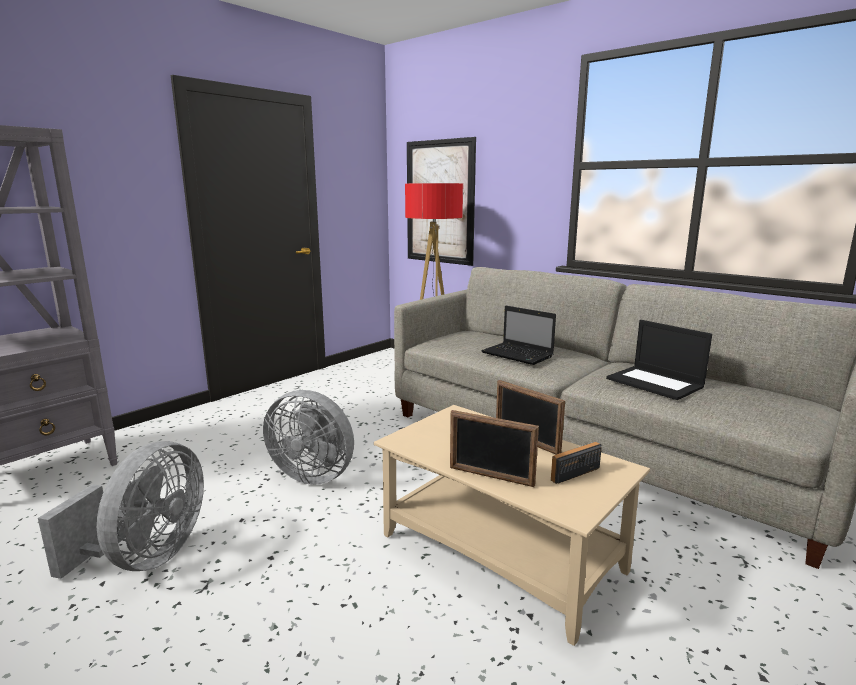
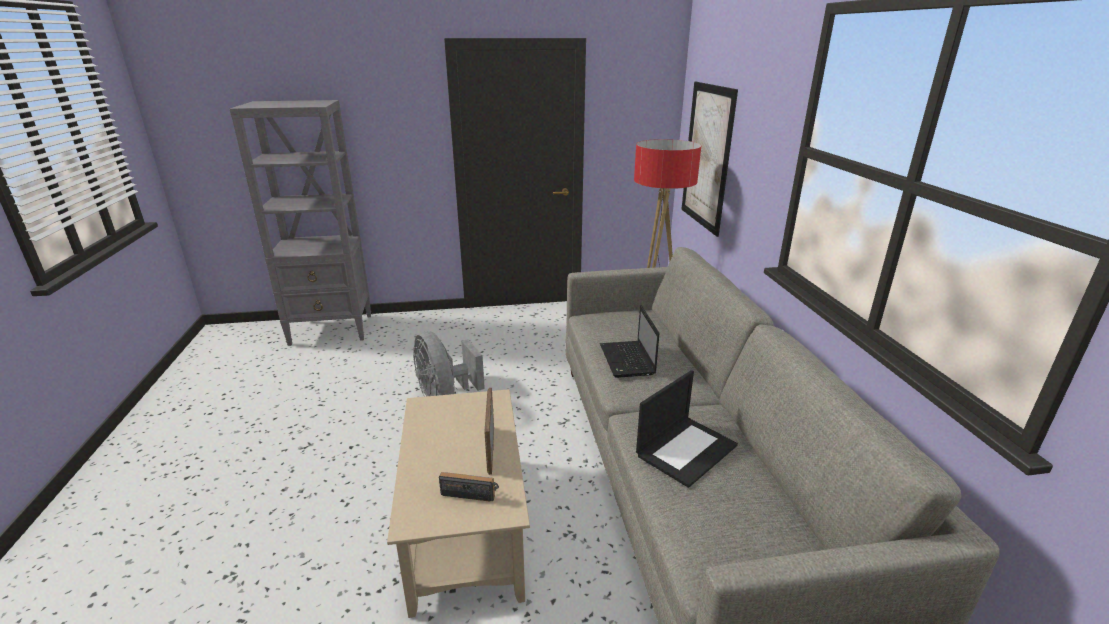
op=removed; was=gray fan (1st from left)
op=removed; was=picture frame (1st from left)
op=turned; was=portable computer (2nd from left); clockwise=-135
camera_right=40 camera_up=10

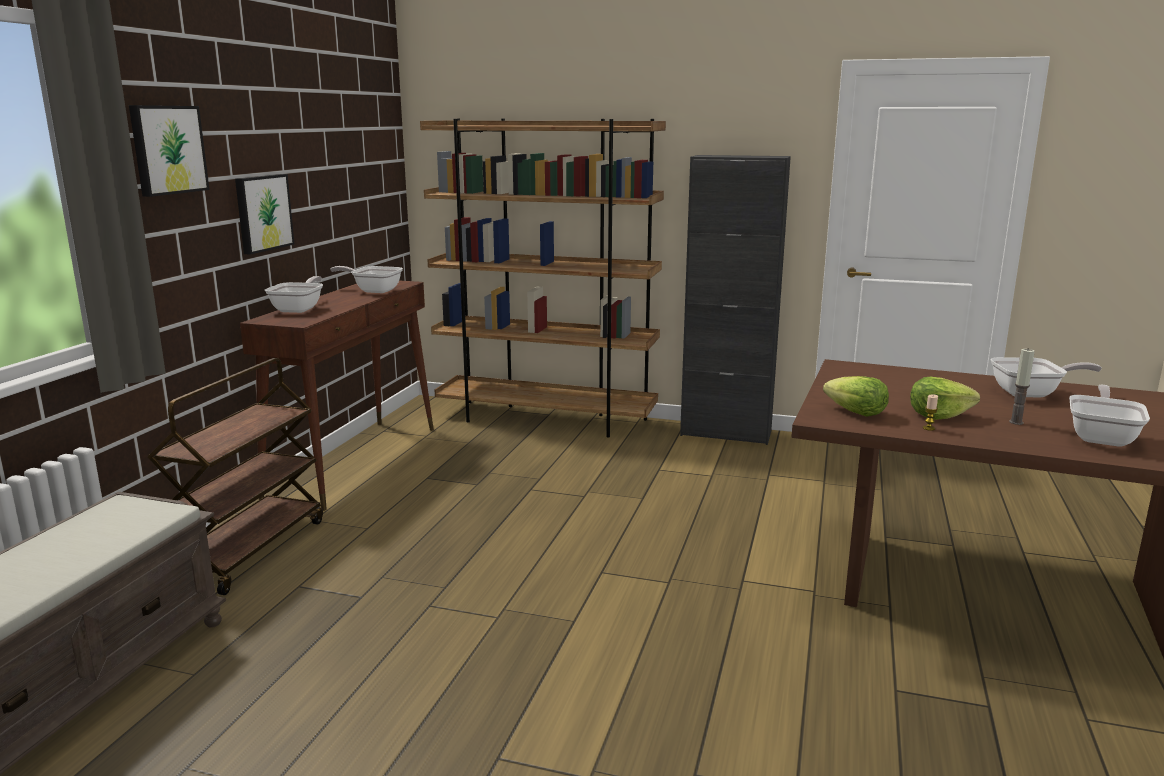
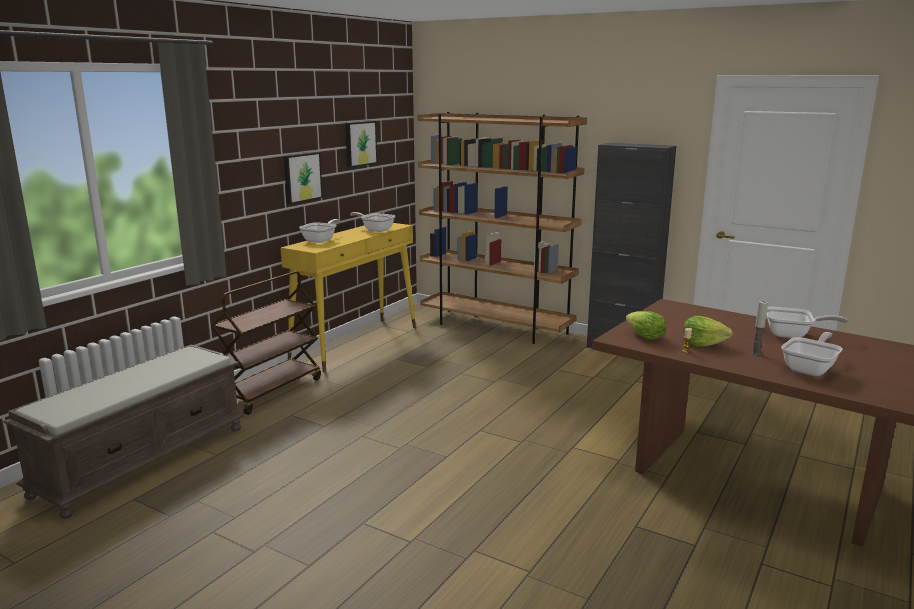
op=moved; was=wall picture (1st from left in the first image); now=wall picture (2nd from left)
op=recoloured; was=brown narrow table; now=yellow-coloured narrow table
camera_right=15 camera_up=0

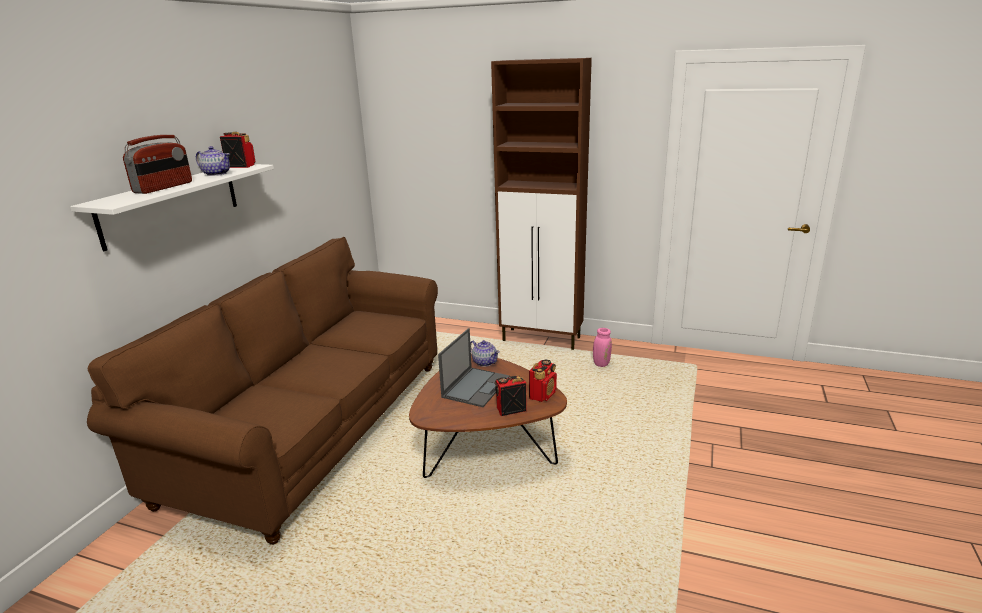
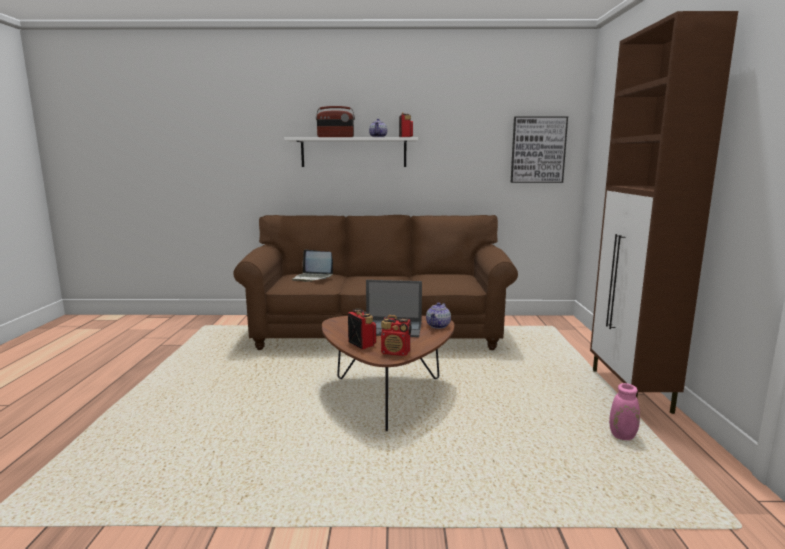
op=added; now=portable computer (1st from left)
op=added; now=wall picture
camera_right=70 camera_up=-10

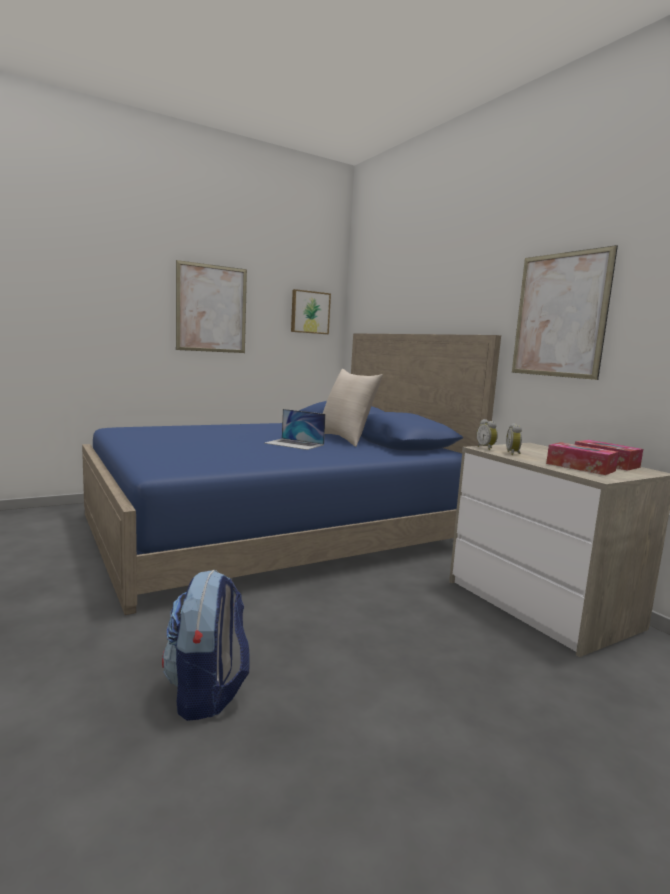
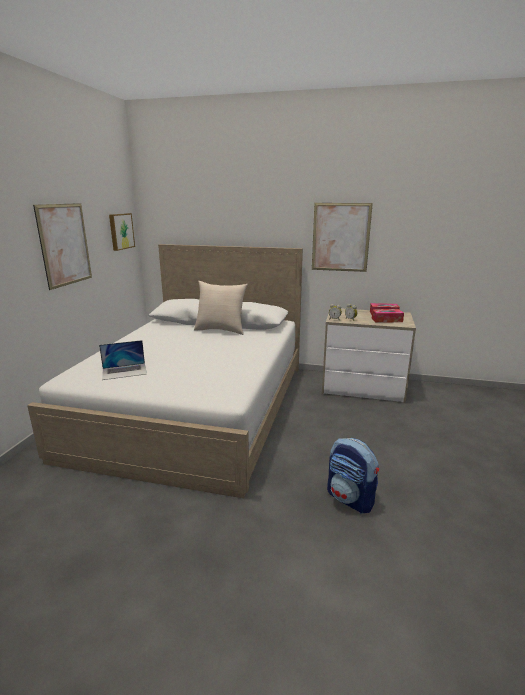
op=moved; was=portable computer
op=recoloured; was=bluish bedroom bed; now=whitish bedroom bed
camera_right=-45 camera_up=10

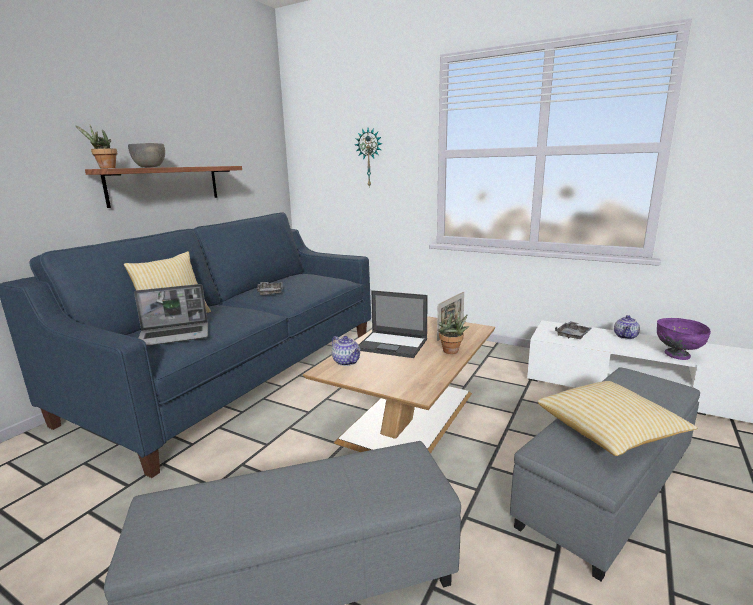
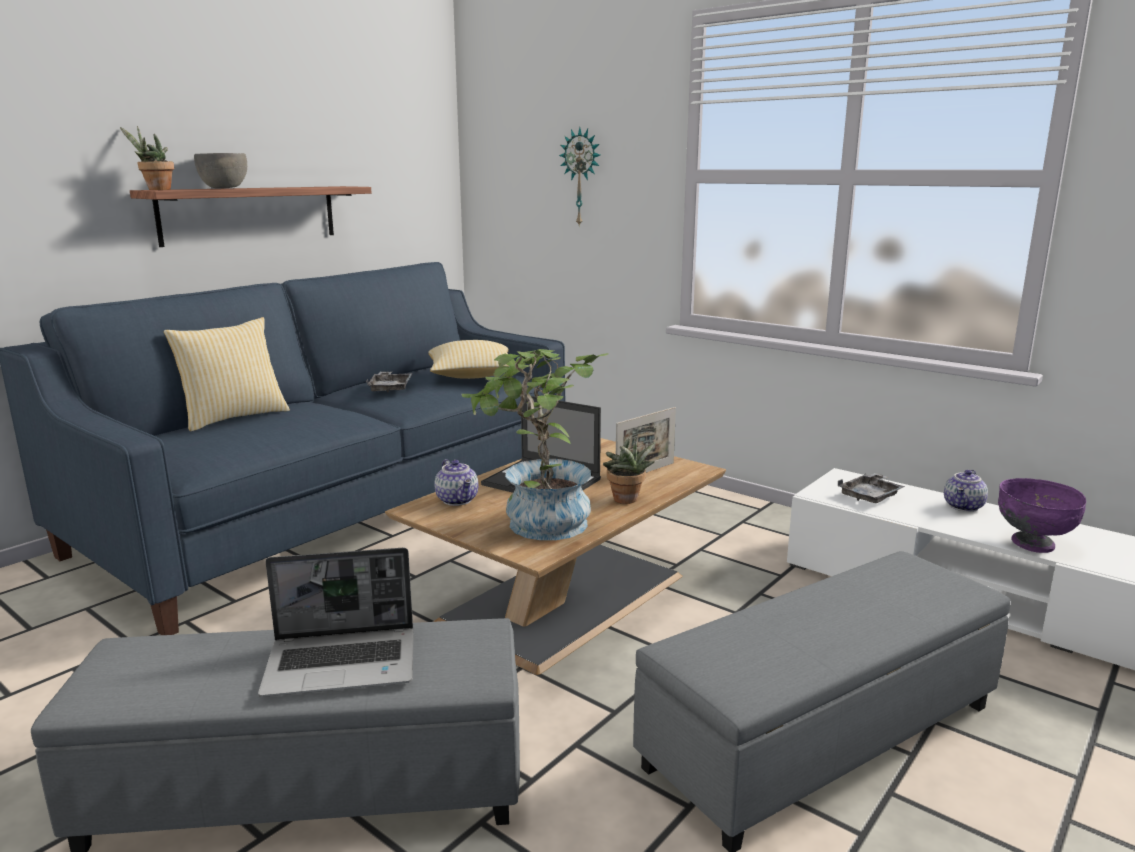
op=added; now=potted plant (2nd from left)
op=moved; was=portable computer (1st from left)
op=moved; was=pillow (2nd from left)
camera_right=10 camera_up=0

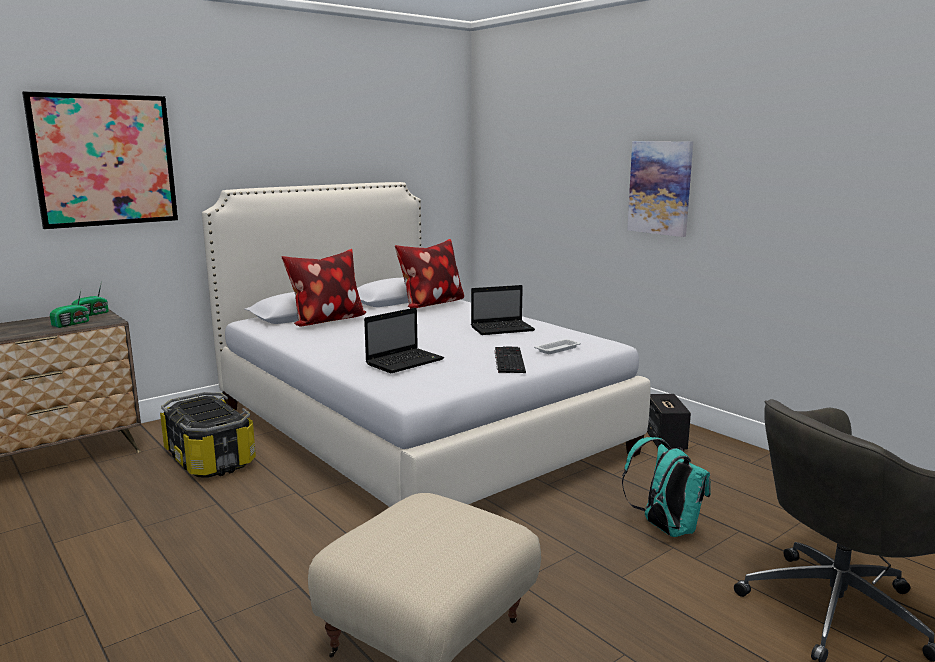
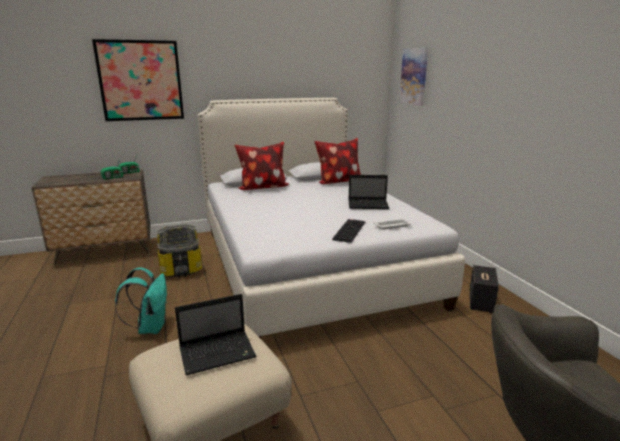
op=moved; was=portable computer (1st from left)
op=moved; was=blue-green knapsack
op=moved; was=wall picture (2nd from left)
camera_right=20 camera_up=5

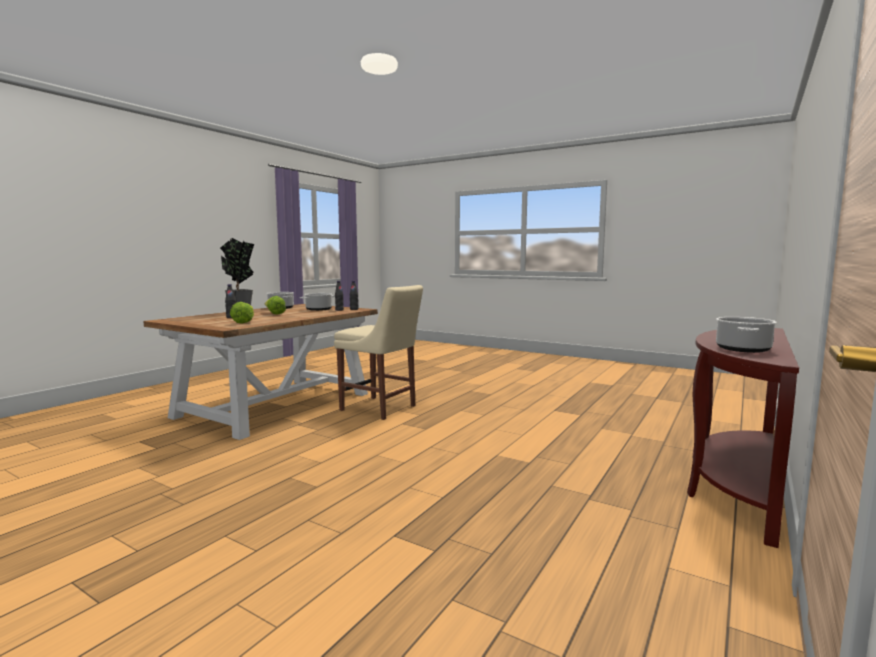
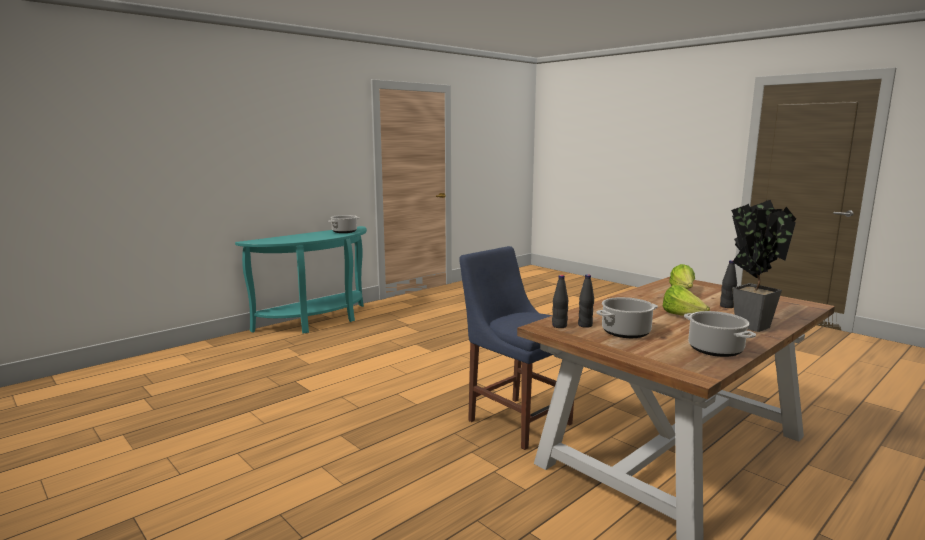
op=recoloured; was=sand-coloured upright chair; now=bluish upright chair
op=recoloured; was=brown narrow table; now=blue-green narrow table
camera_right=-165 camera_up=5

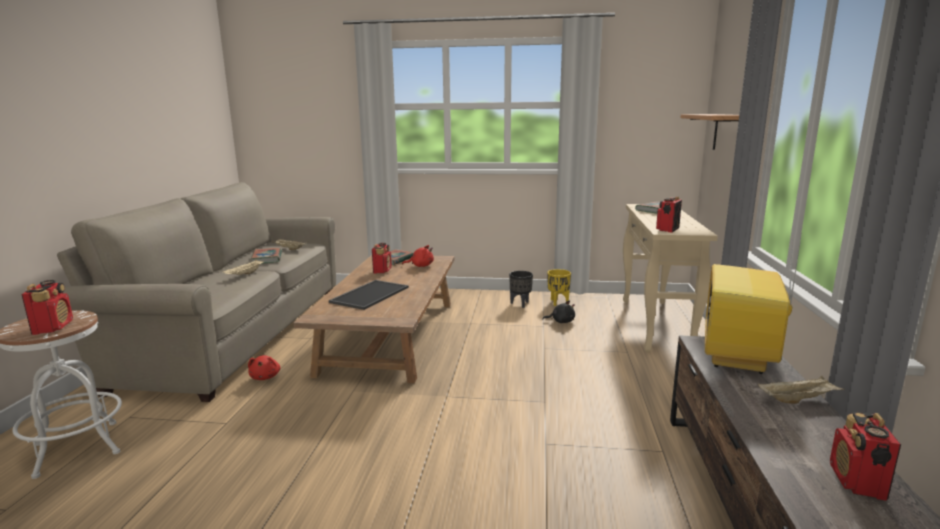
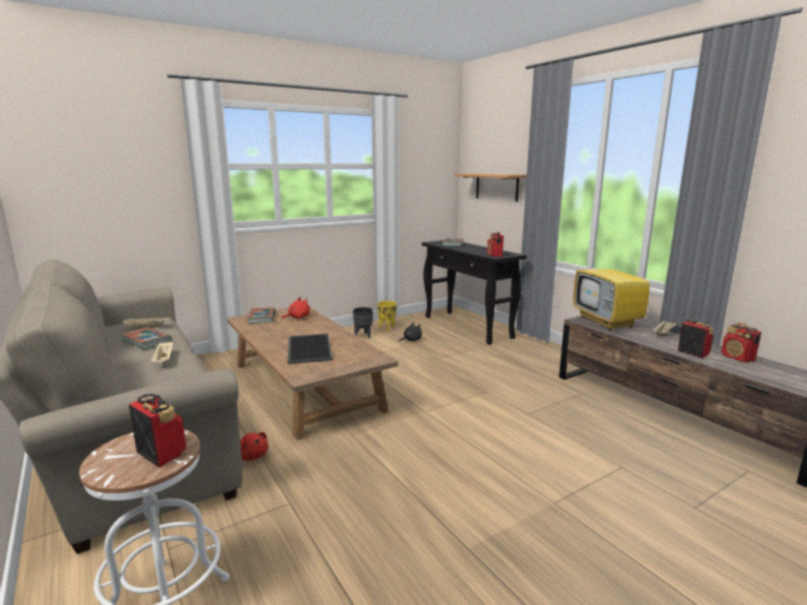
op=moved; was=radio (2nd from left in the first image); now=radio (3rd from left)
op=recoloured; was=sand-coloured narrow table; now=black-coloured narrow table
camera_right=-40 camera_up=0

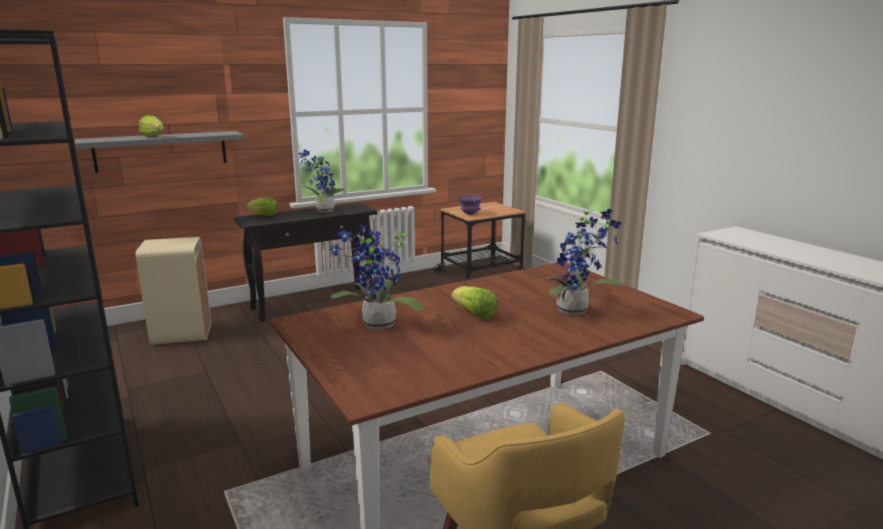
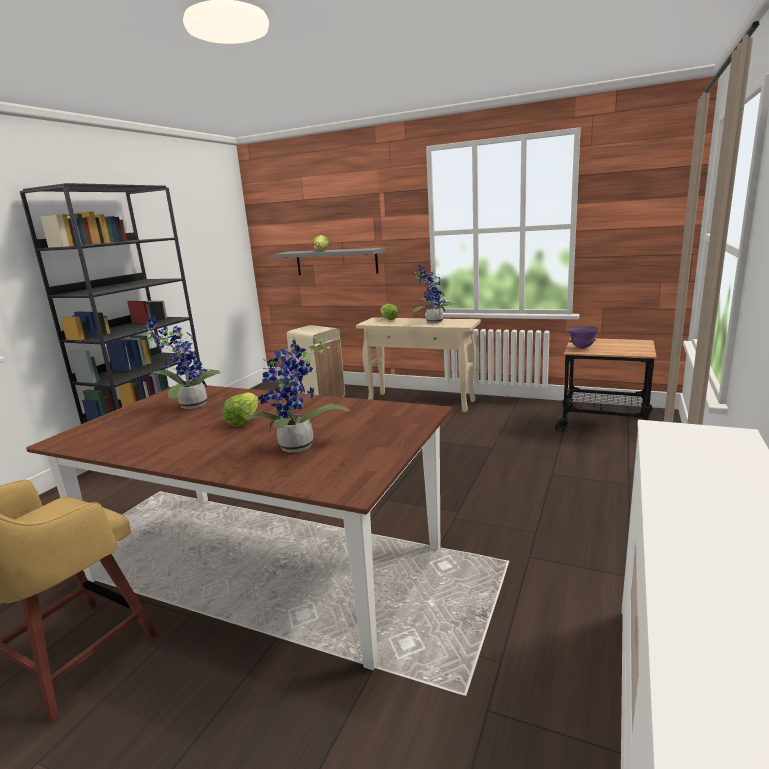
op=recoloured; was=black-coloured narrow table; now=sand-coloured narrow table
camera_right=55 camera_up=0

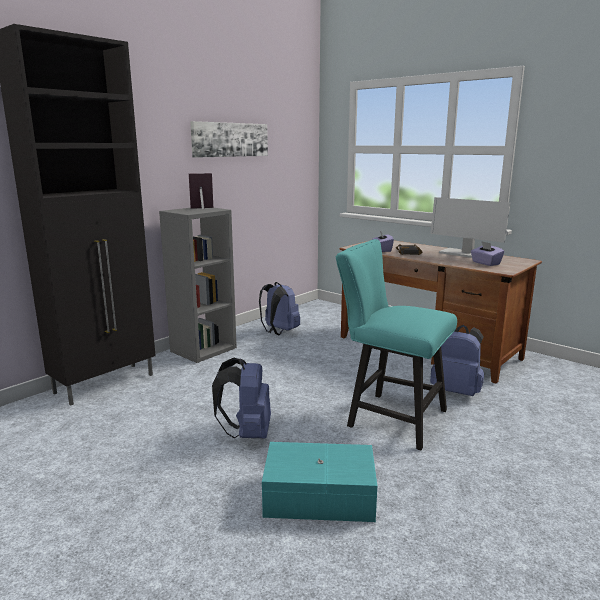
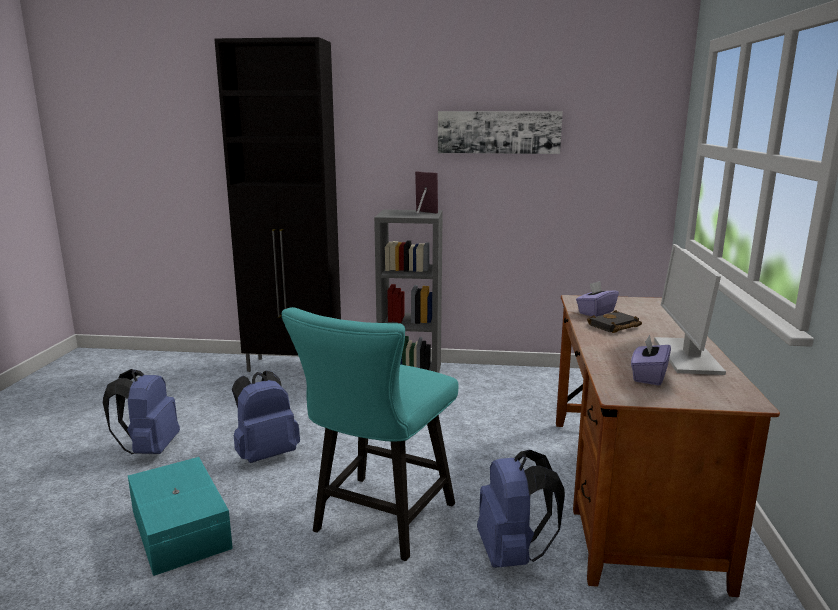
op=moved; was=bluish knapsack (2nd from left in the first image); now=bluish knapsack (1st from left)
op=turned; was=blue-green upright chair; clockwise=-150
camera_right=55 camera_up=0

